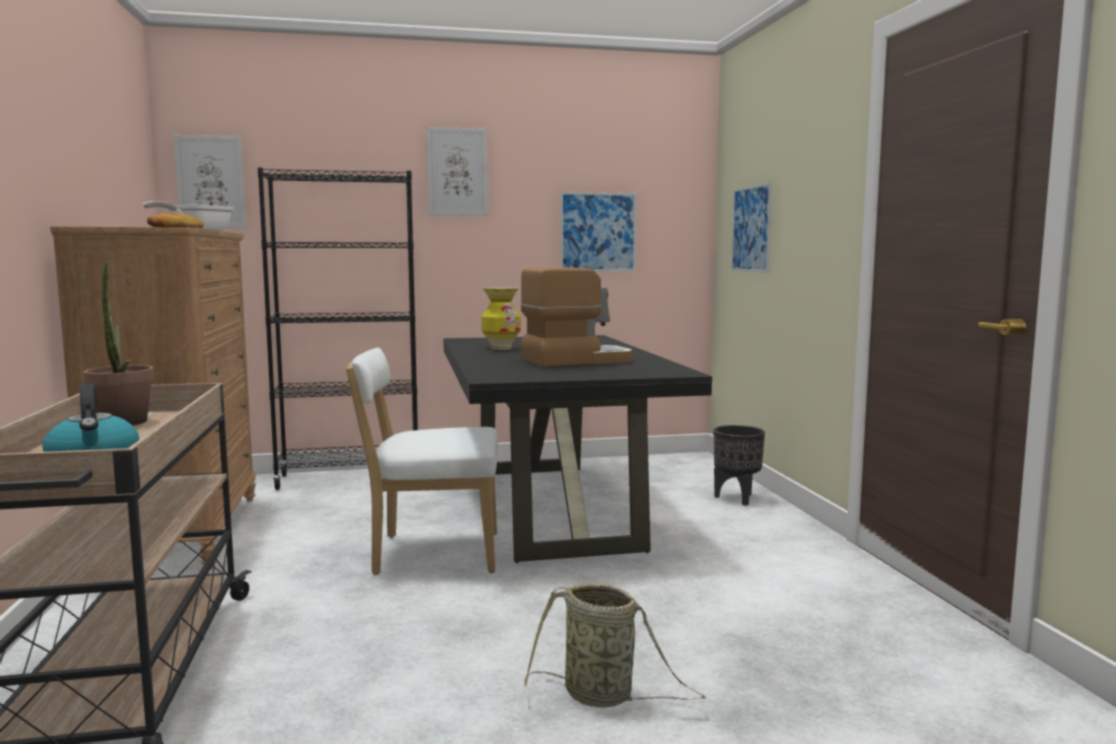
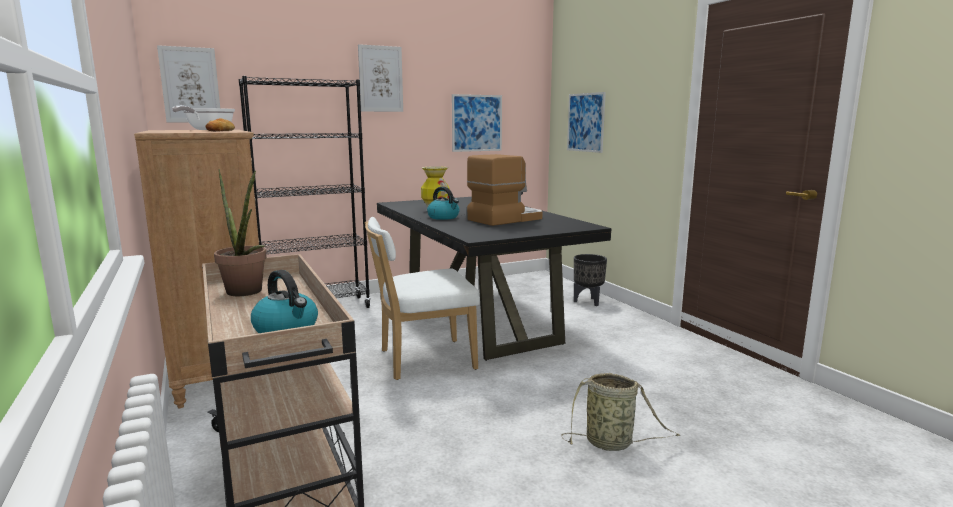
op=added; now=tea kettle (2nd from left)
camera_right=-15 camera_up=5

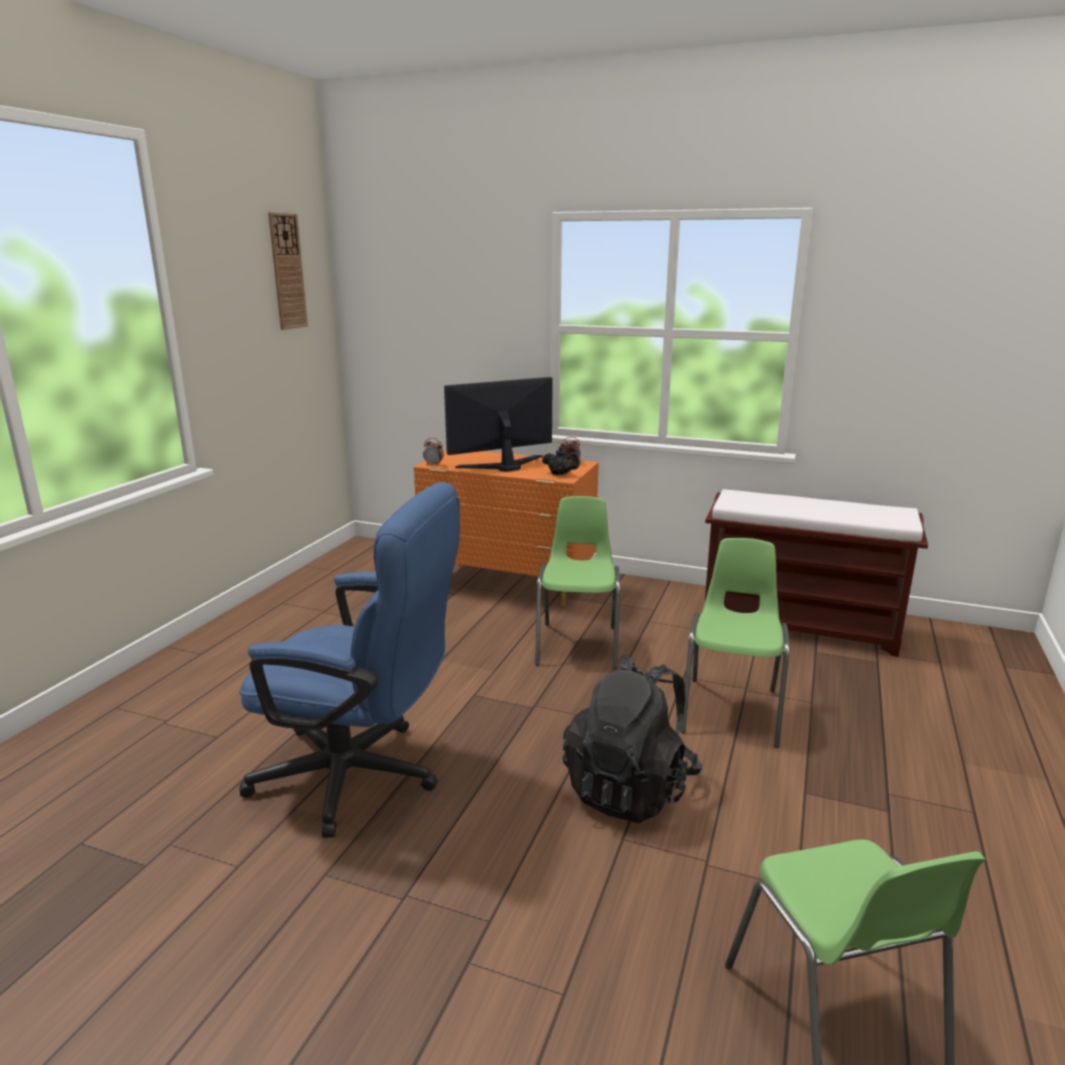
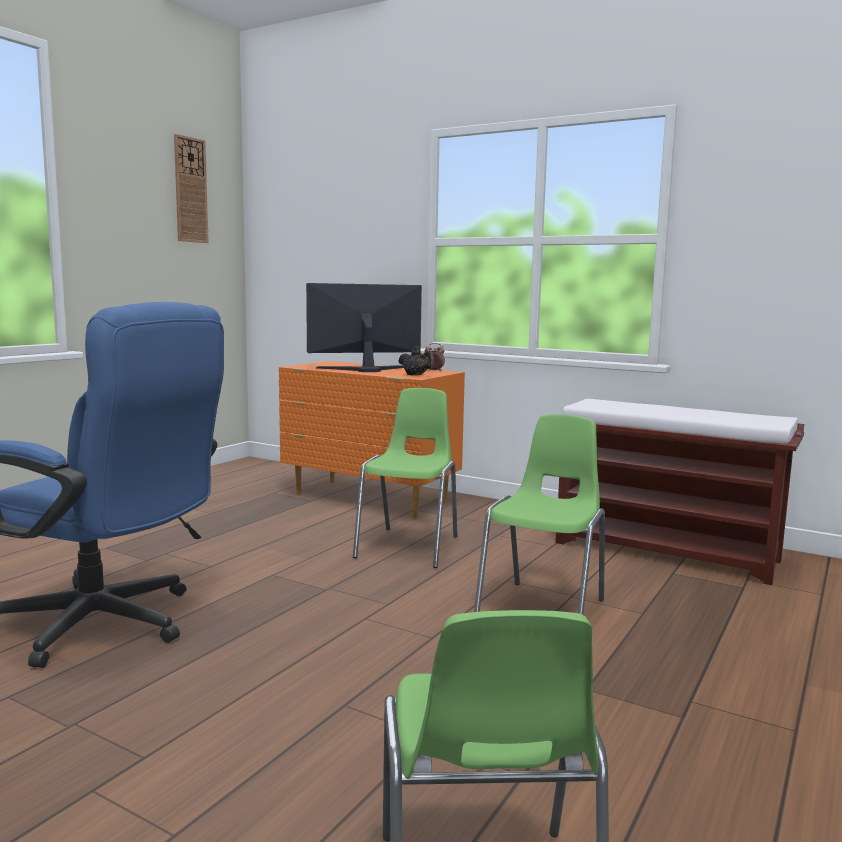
op=removed; was=bedside clock (1st from left)
op=removed; was=black-coloured knapsack
camera_right=10 camera_up=-10

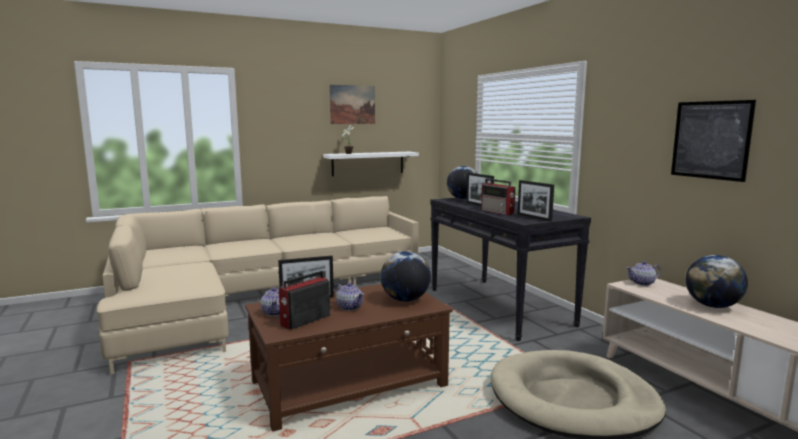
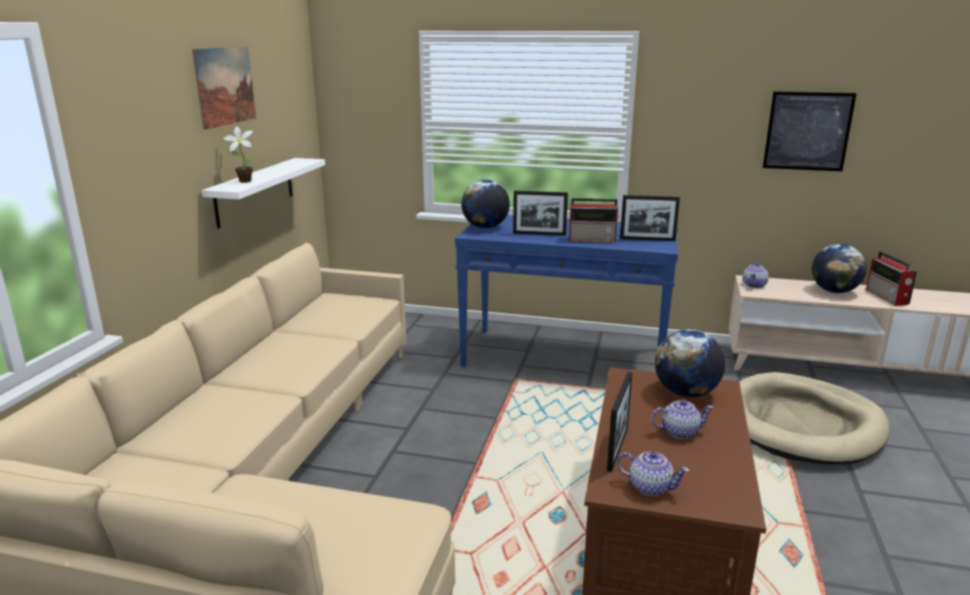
op=moved; was=radio (1st from left in the first image); now=radio (2nd from left)
op=recoloured; was=black-coloured narrow table; now=bluish narrow table
camera_right=-50 camera_up=10

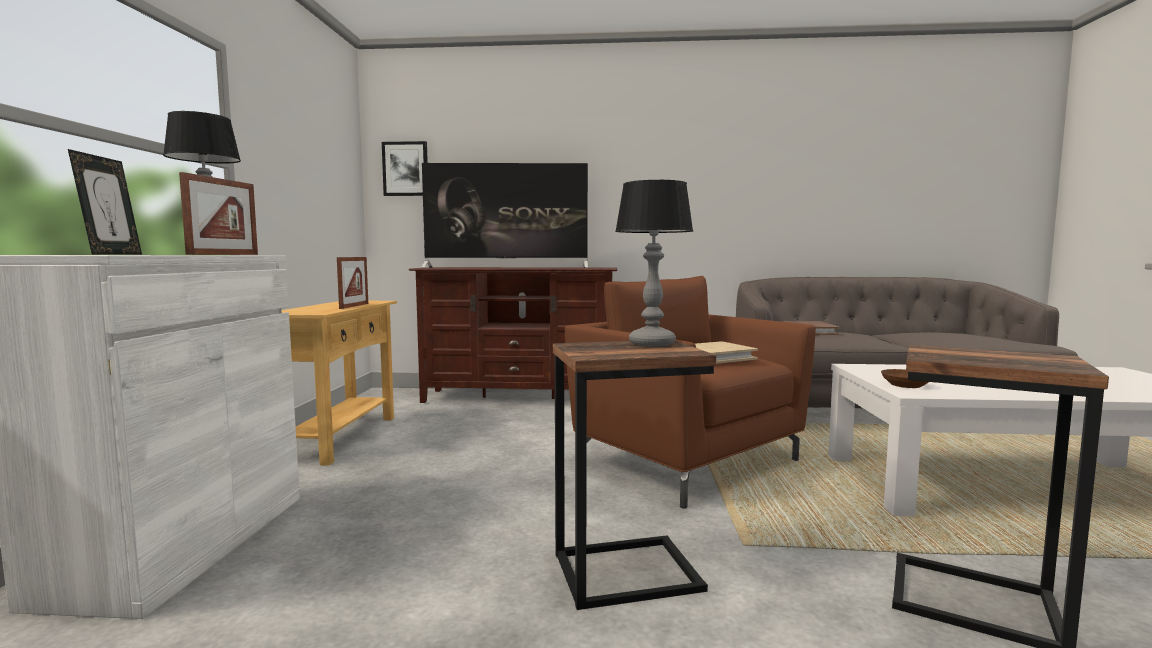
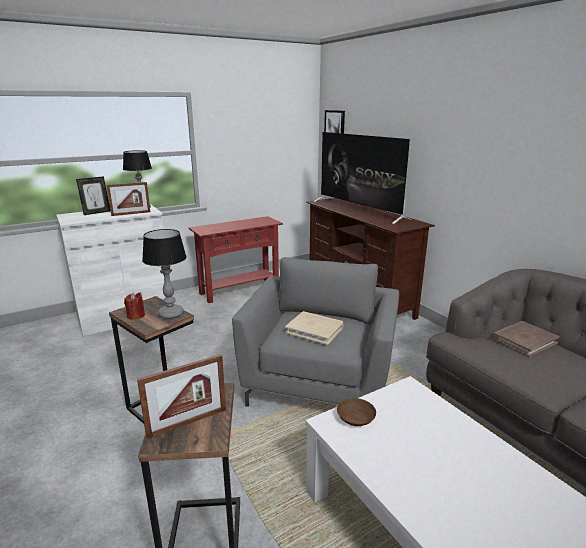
op=added; now=reddish wax light
op=moved; was=picture frame (3rd from left)
op=recoloured; was=sand-coloured narrow table; now=reddish narrow table
op=recoloured; was=brown easy chair; now=gray easy chair
camera_right=55 camera_up=15

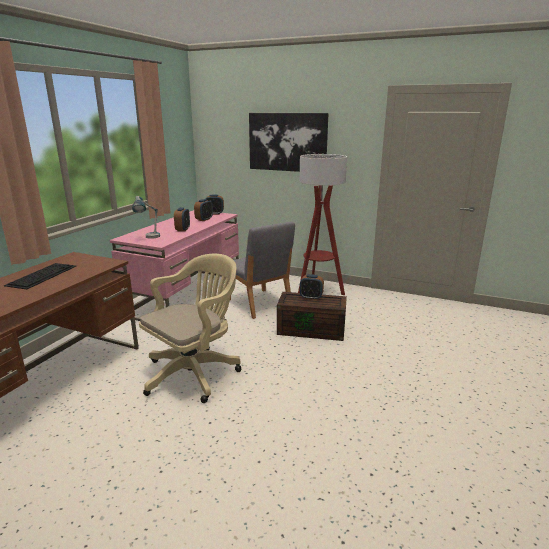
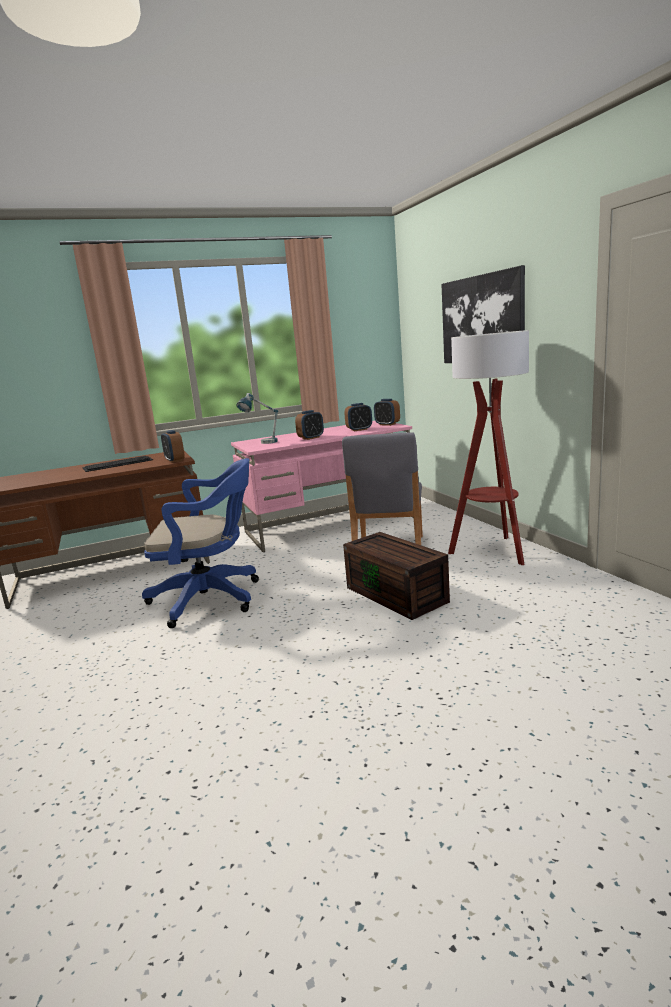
op=moved; was=bedside clock (4th from left in the first image); now=bedside clock (1st from left)
op=recoloured; was=sand-coloured desk chair; now=bluish desk chair
camera_right=45 camera_up=-5

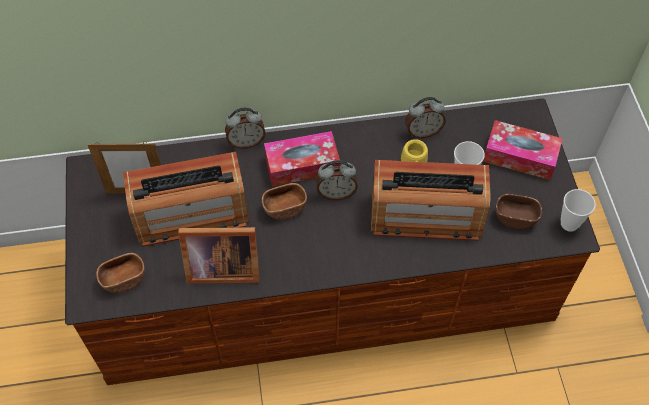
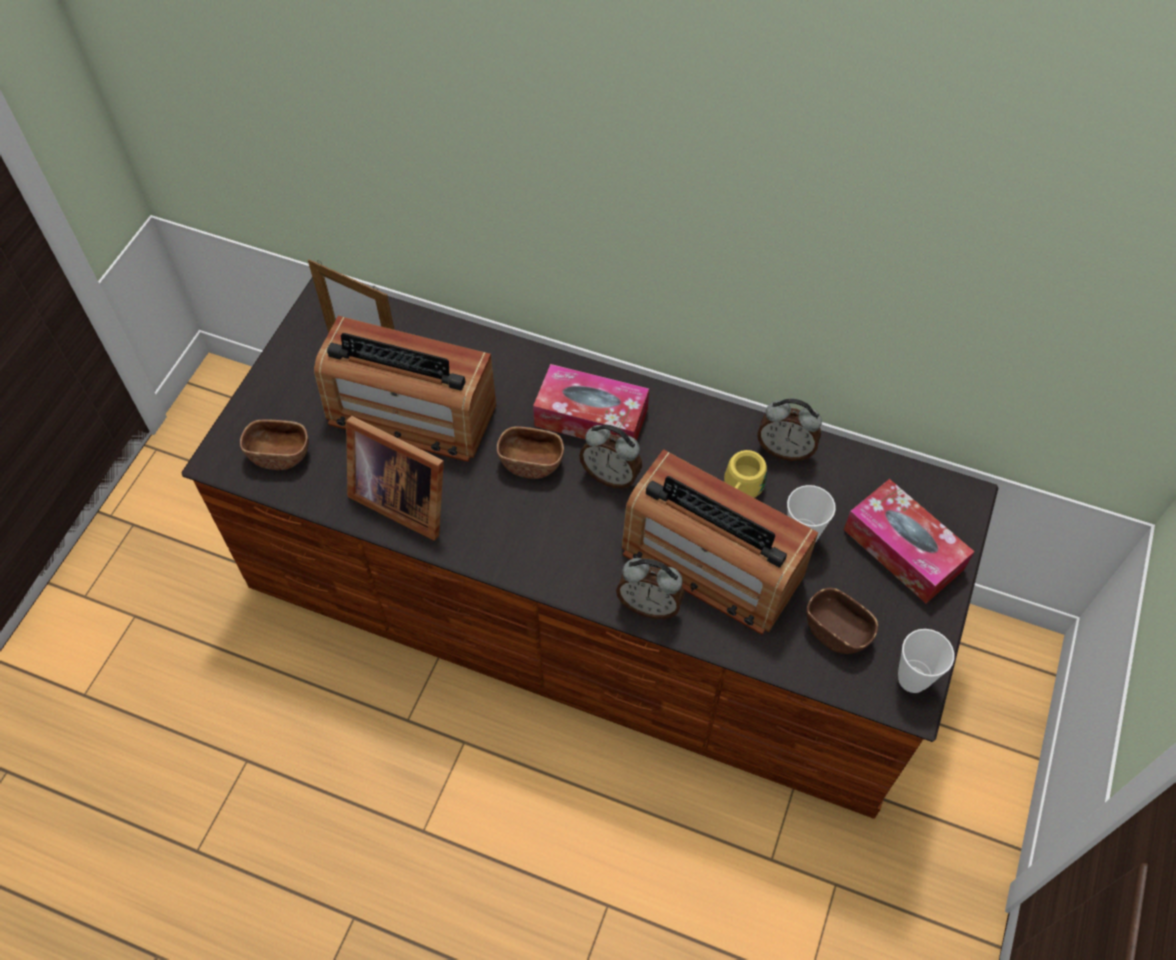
op=moved; was=bedside clock (1st from left in the first image); now=bedside clock (2nd from left)
camera_right=30 camera_up=0

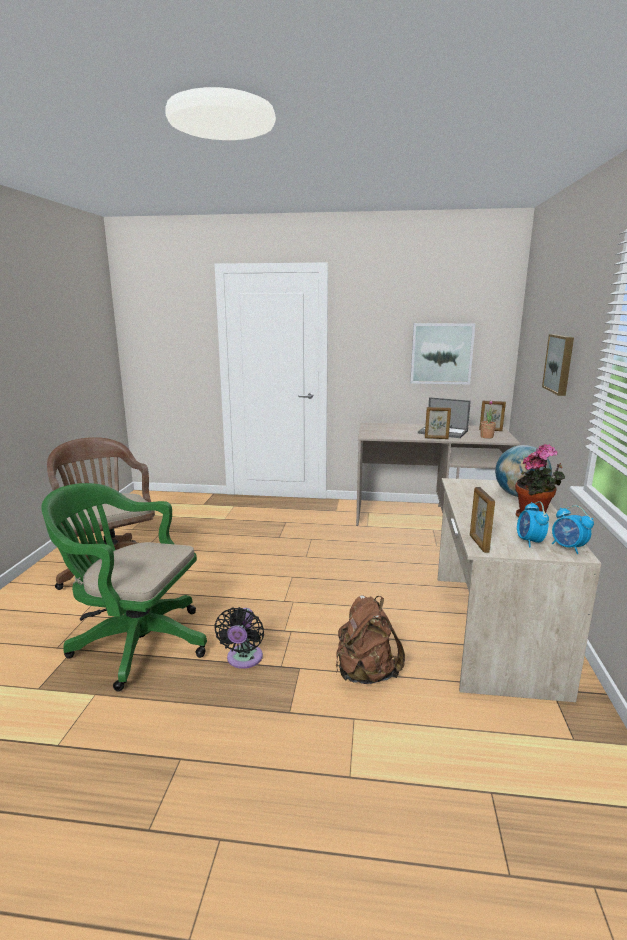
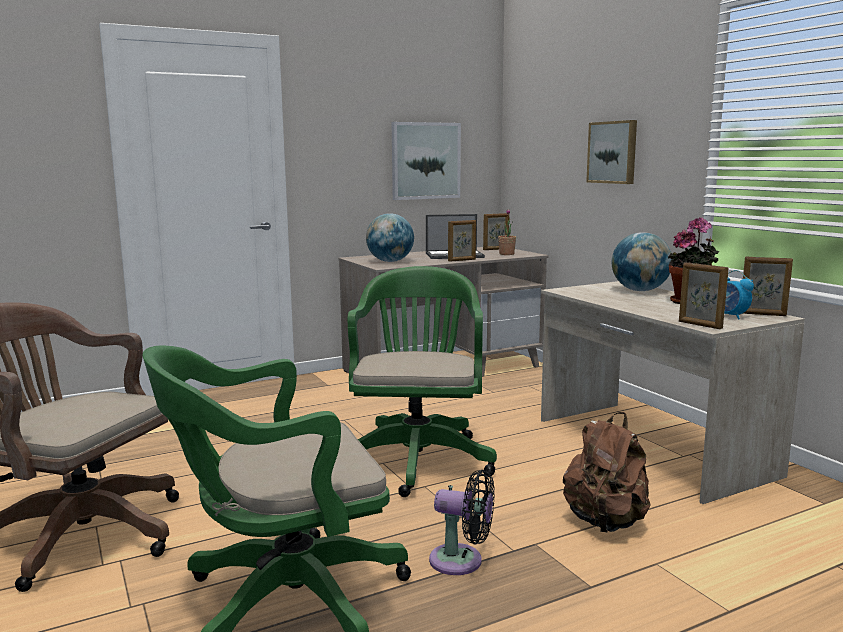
op=added; now=greenish desk chair (2nd from left)
op=added; now=world globe (1st from left)
op=replaced; was=bedside clock (2nd from left); now=picture frame (4th from left)
op=turned; was=black-coloured fan; clockwise=-45
camera_right=-35 camera_up=-5

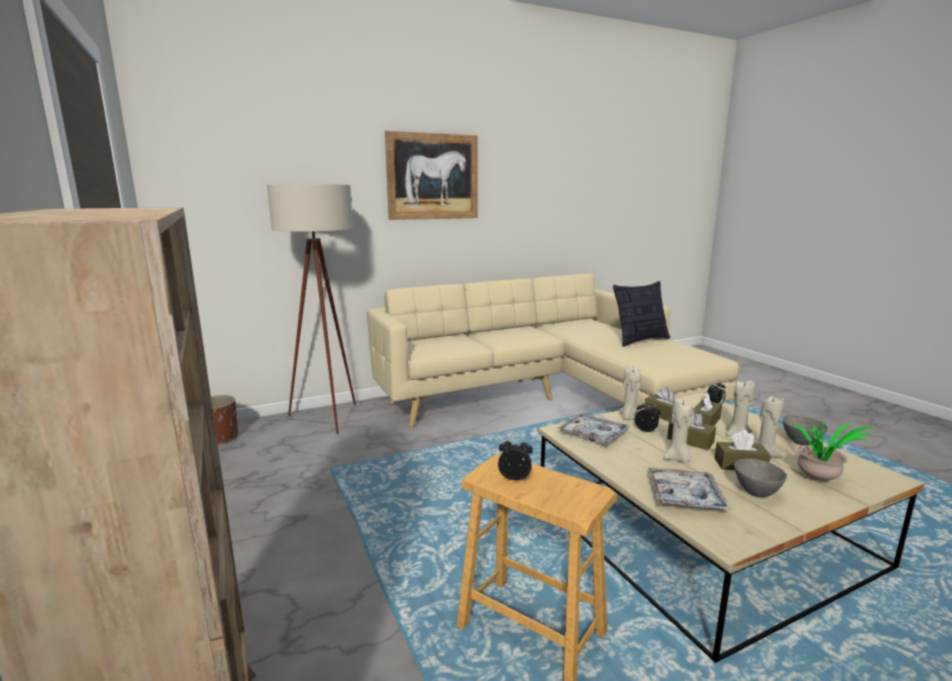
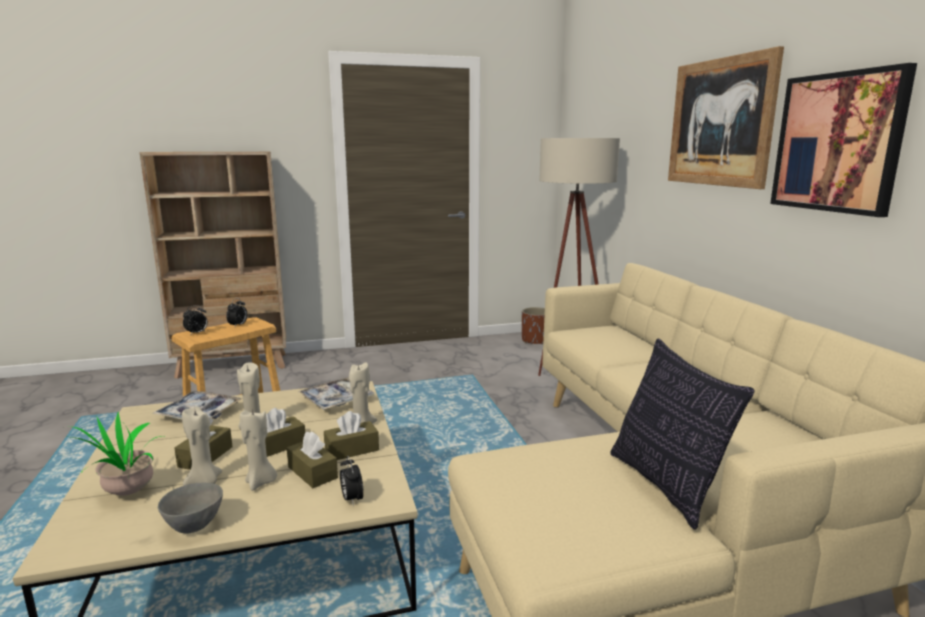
op=removed; was=gray deep dish (1st from left)
op=added; now=wall picture (2nd from left)
op=moved; was=bedside clock (2nd from left in the first image); now=bedside clock (1st from left)
camera_right=100 camera_up=0

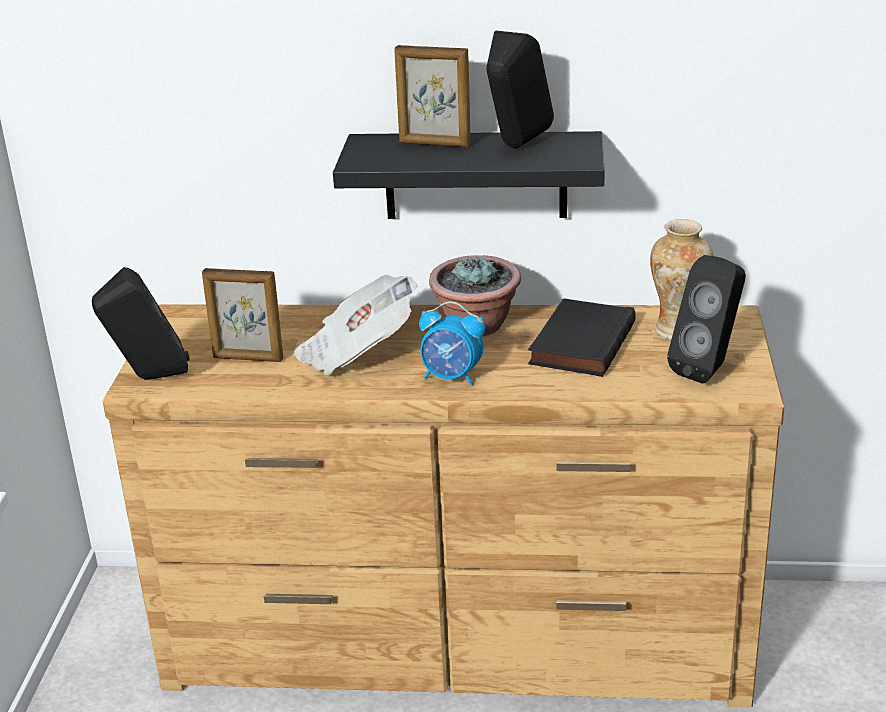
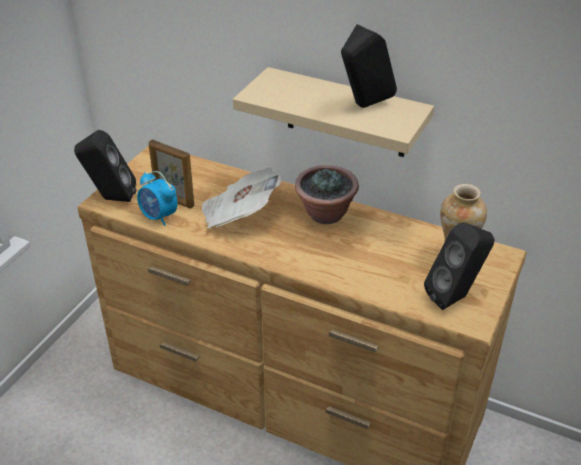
op=removed; was=picture frame (2nd from left)
op=removed; was=black-coloured bound book
op=moved; was=bedside clock
op=recoloured; was=black-coloured wall shelf; now=sand-coloured wall shelf
camera_right=20 camera_up=10

